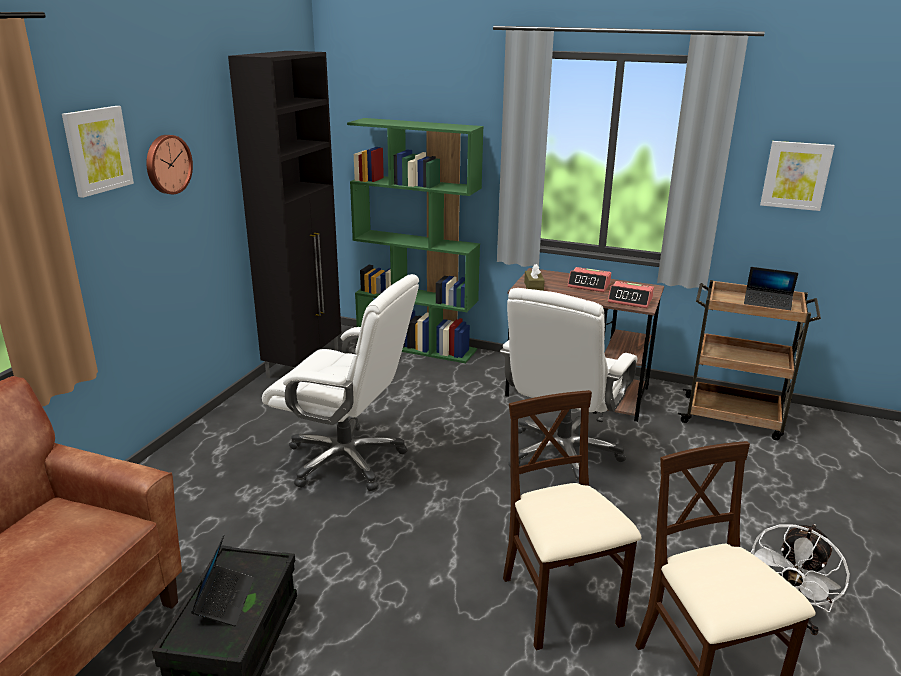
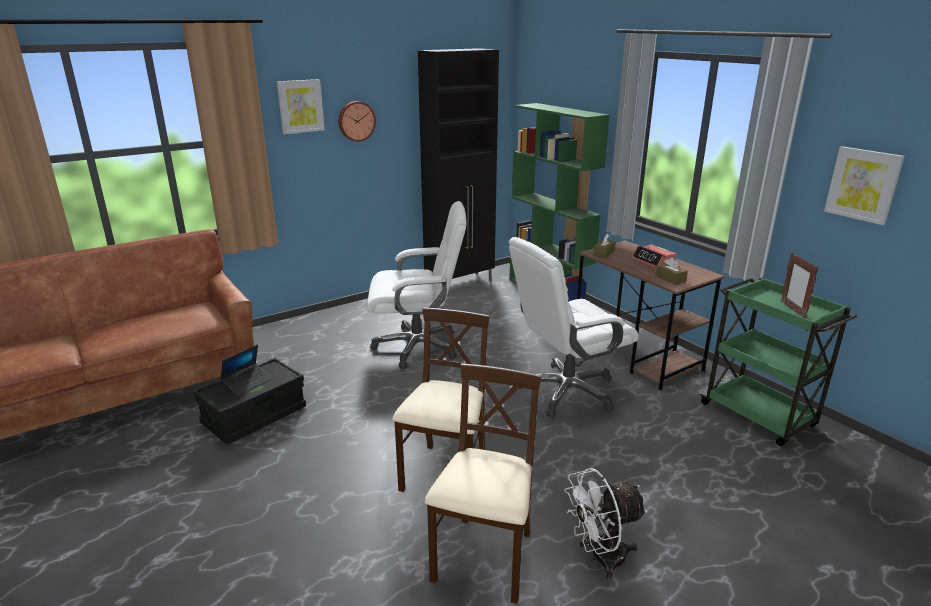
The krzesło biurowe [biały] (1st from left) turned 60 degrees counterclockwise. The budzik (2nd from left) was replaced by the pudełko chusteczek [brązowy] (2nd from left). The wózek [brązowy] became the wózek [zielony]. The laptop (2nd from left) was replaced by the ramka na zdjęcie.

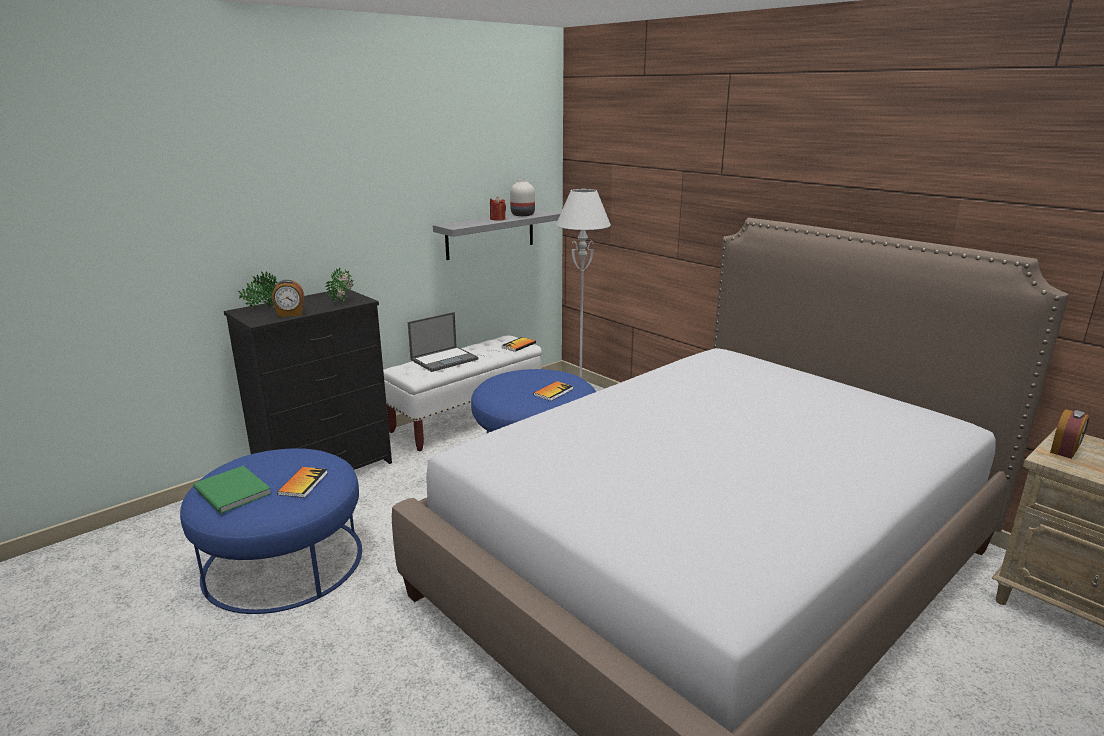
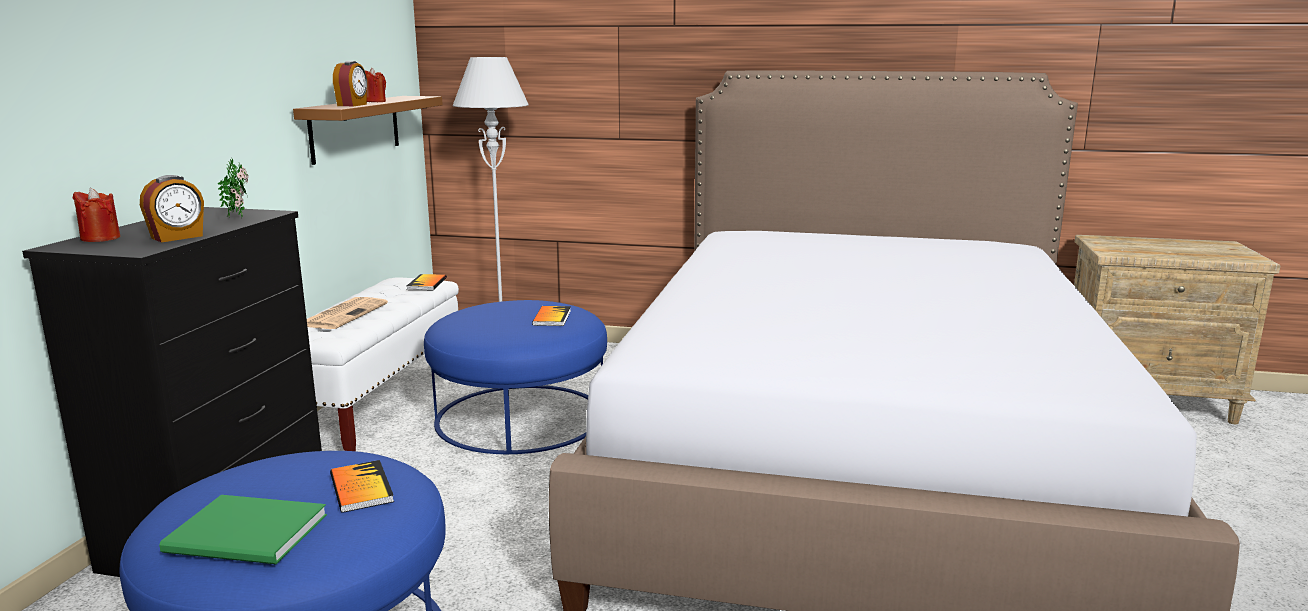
The roślina doniczkowa (1st from left) was replaced by the świeca [czerwony] (1st from left). The laptop was replaced by the gazeta. The półka [szary] became the półka [brązowy]. The wazon [biały] disappeared. The budzik (2nd from left) moved.

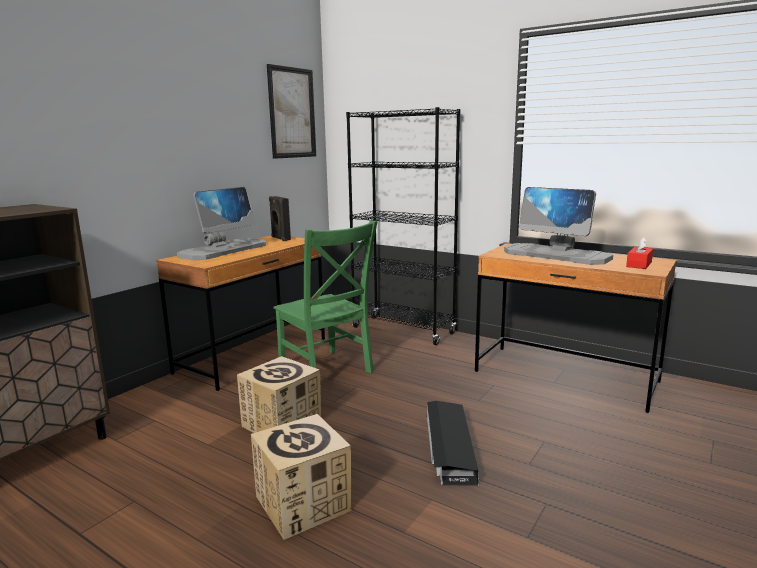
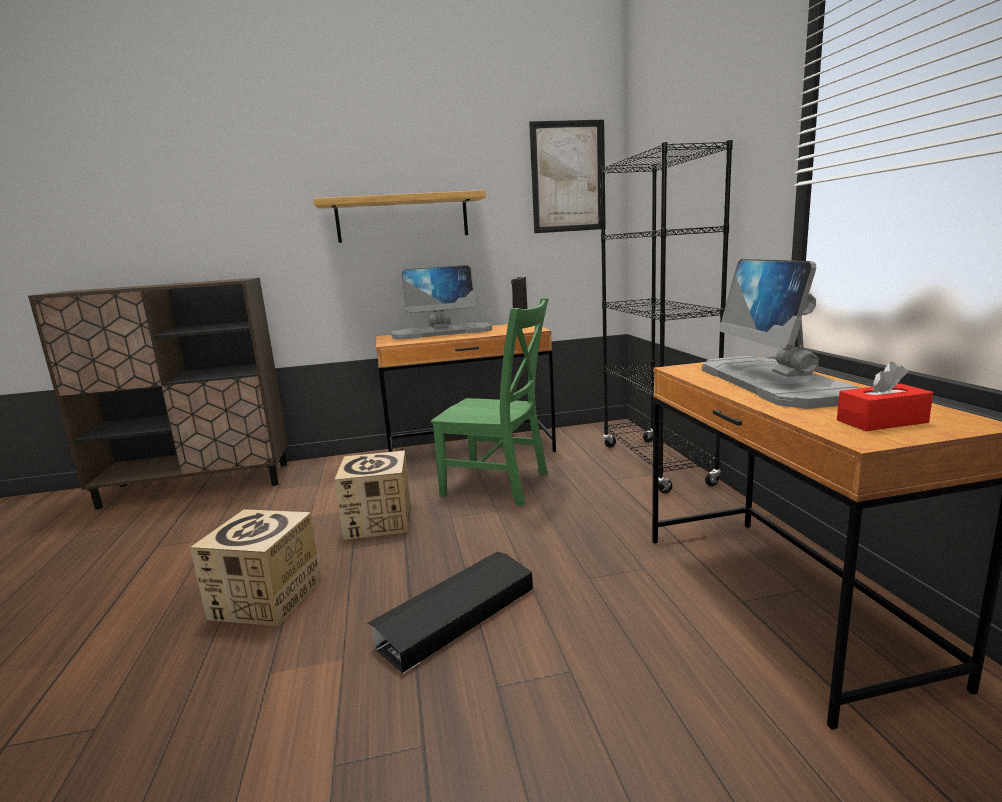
The krzesło [zielony] turned 75 degrees counterclockwise. The półka appeared.

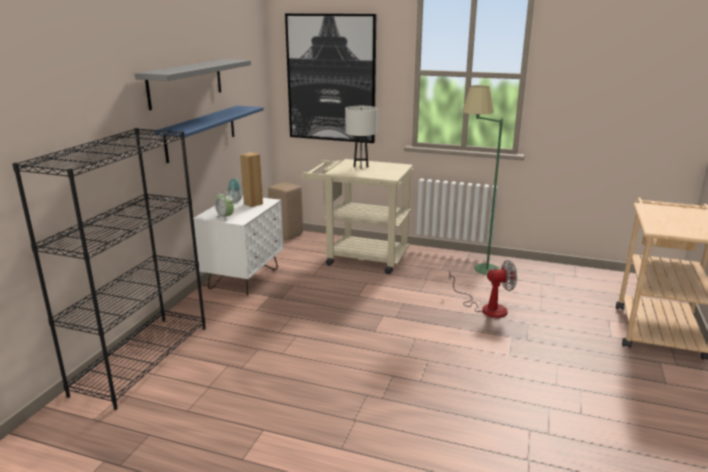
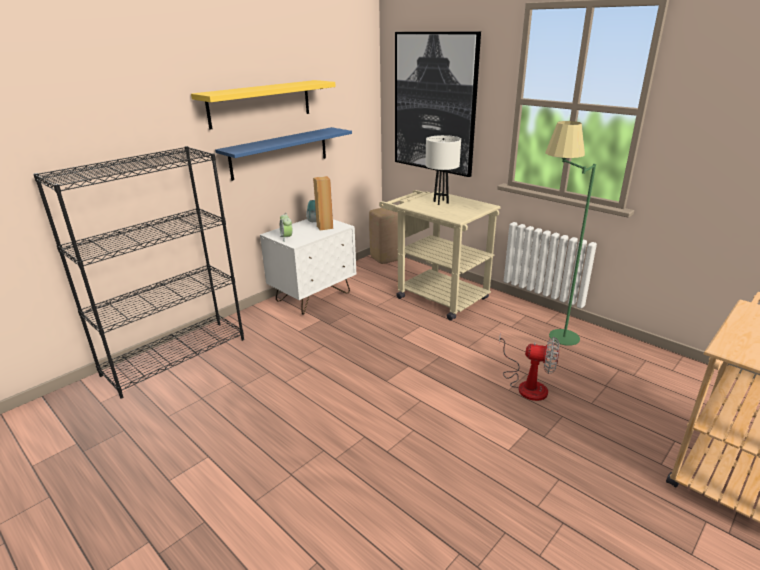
The półka [szary] became the półka [żółty].

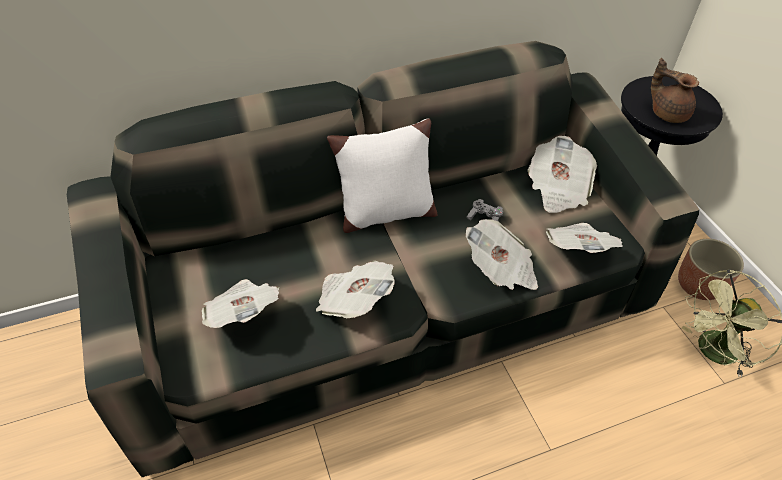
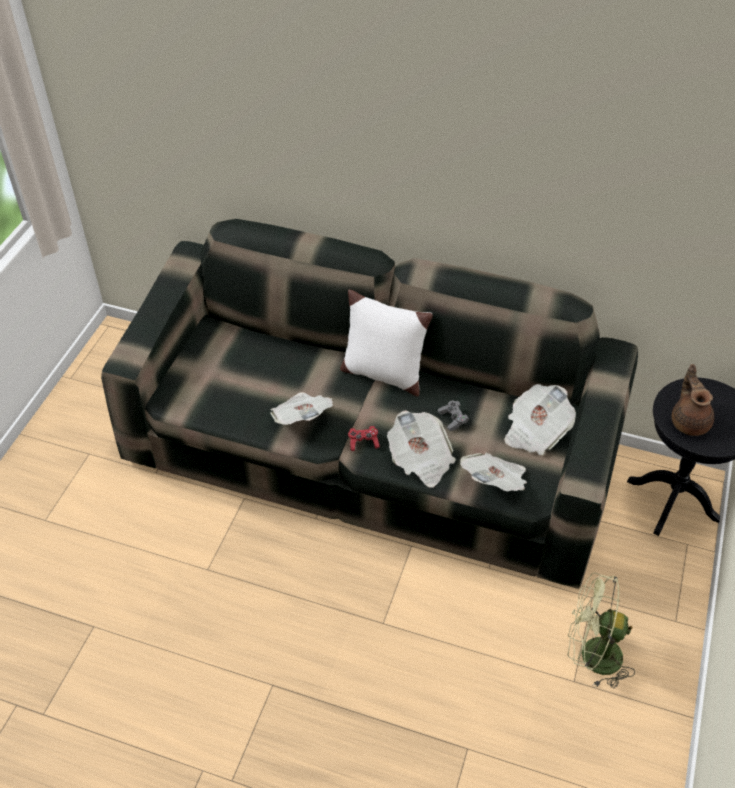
The gazeta (1st from left) disappeared. The donica disappeared. The pad do gier [czerwony] appeared.

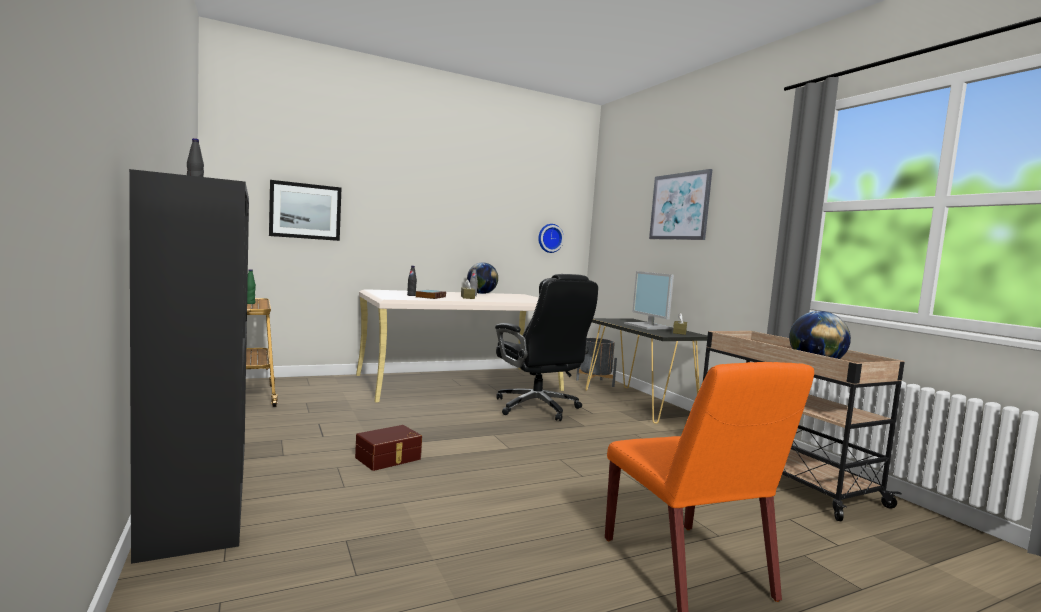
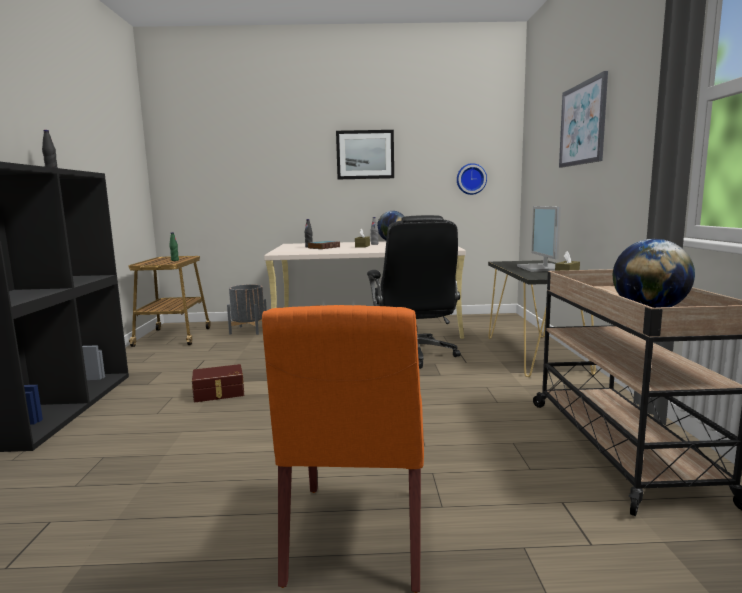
The obraz (1st from left) moved. The donica [szary] moved.

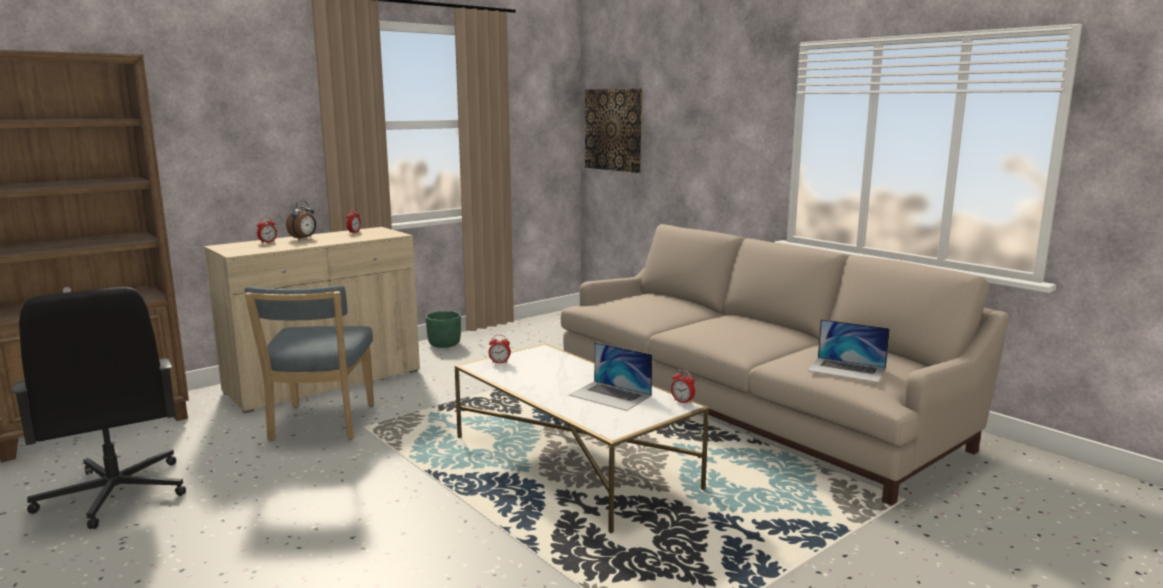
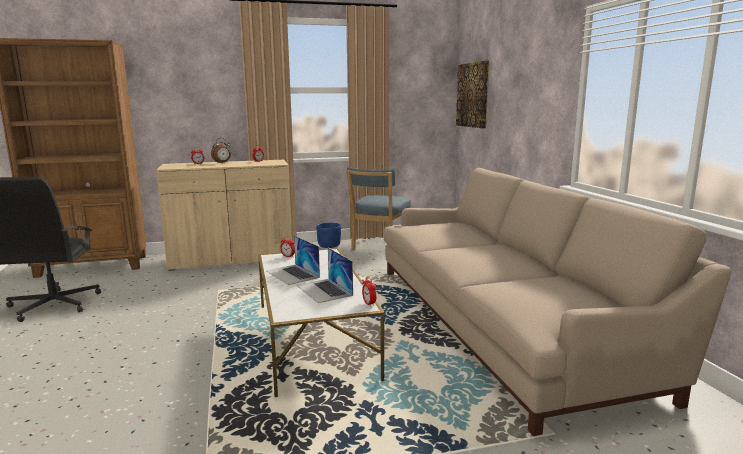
The krzesło [niebieski] moved. The donica [zielony] became the donica [niebieski]. The laptop (2nd from left in the first image) moved.

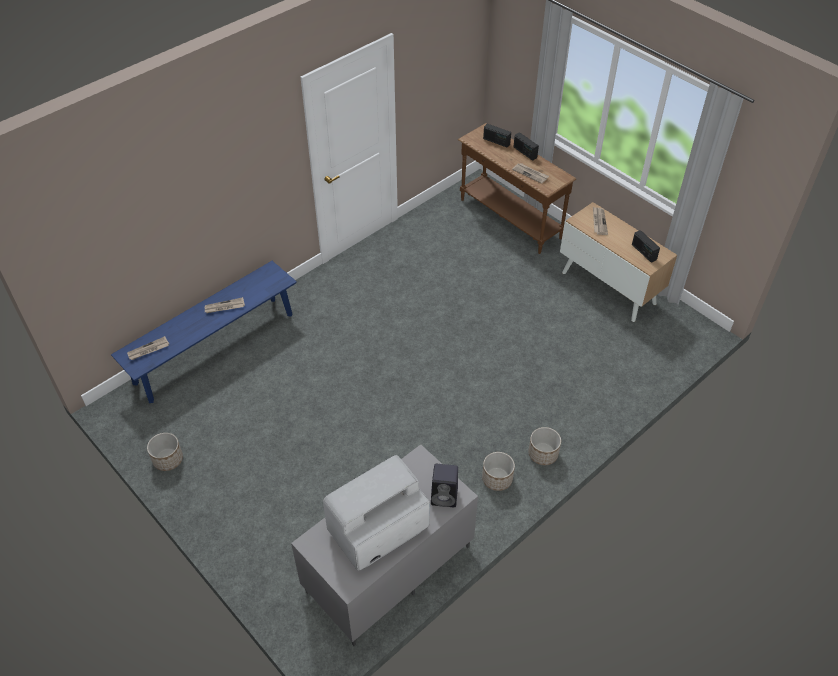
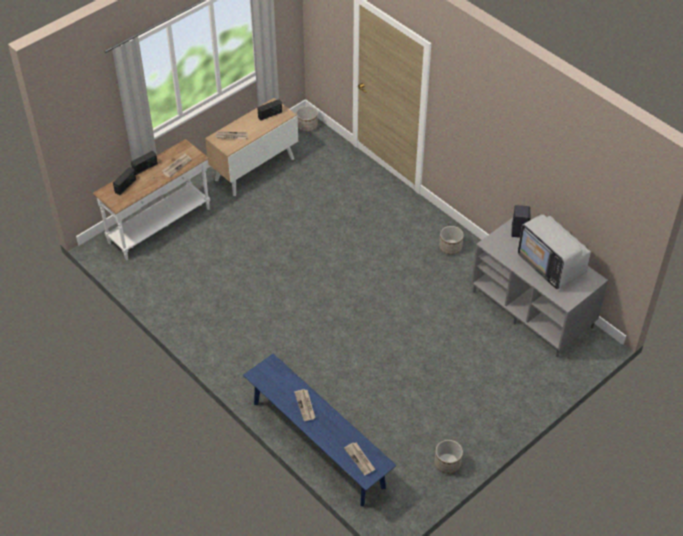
The stolik konsolowy [brązowy] became the stolik konsolowy [biały]. The donica (3rd from left in the first image) moved.

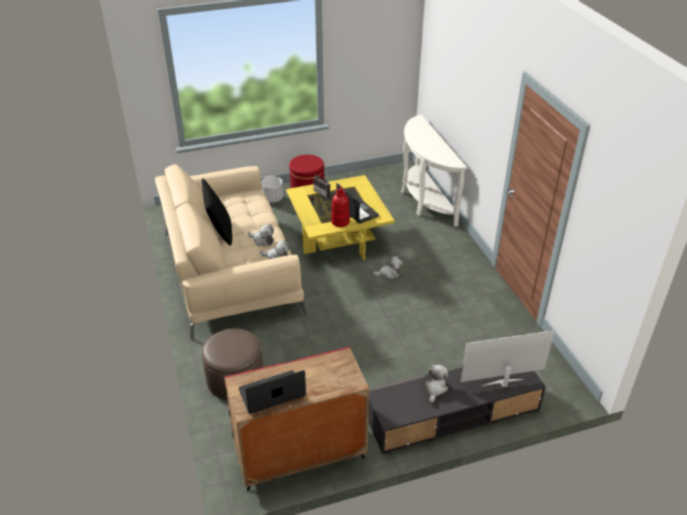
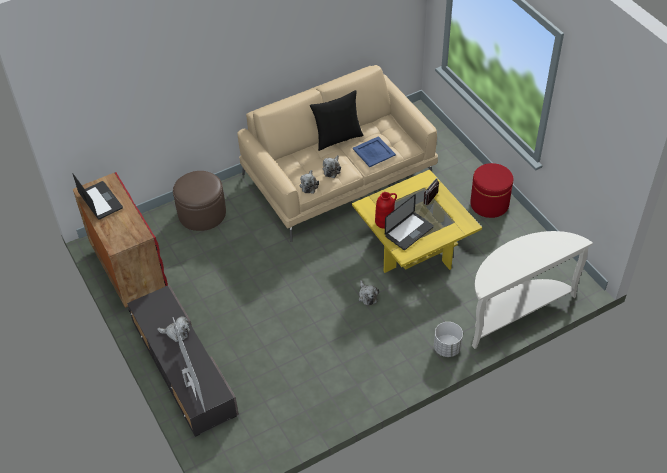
The donica [biały] moved. The taca [niebieski] appeared.

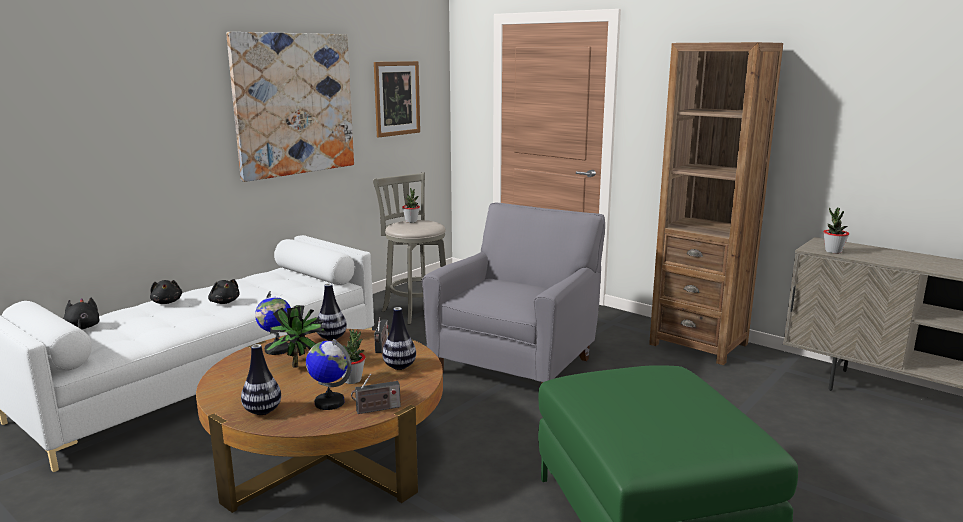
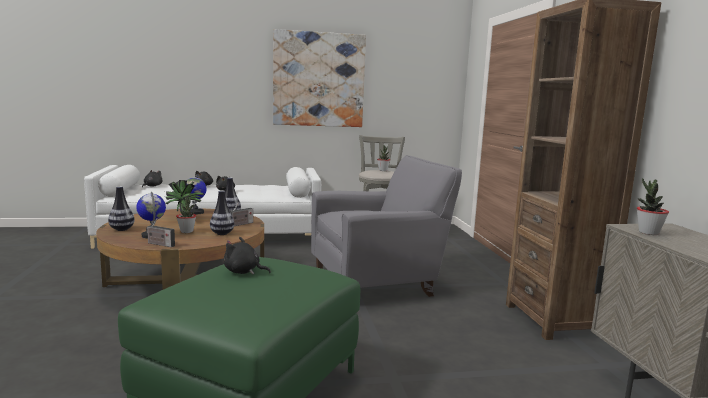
The obraz (2nd from left) disappeared. The pluszak [czarny] (4th from left) appeared.

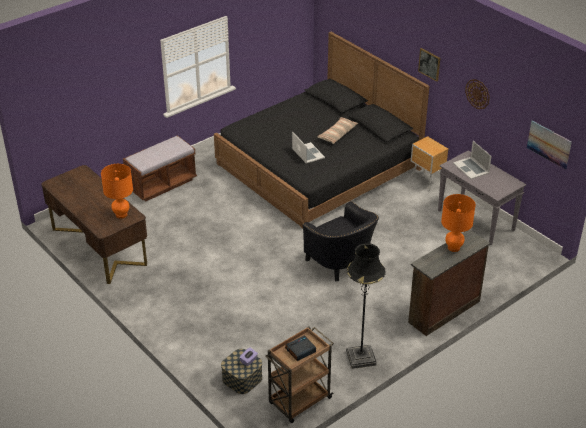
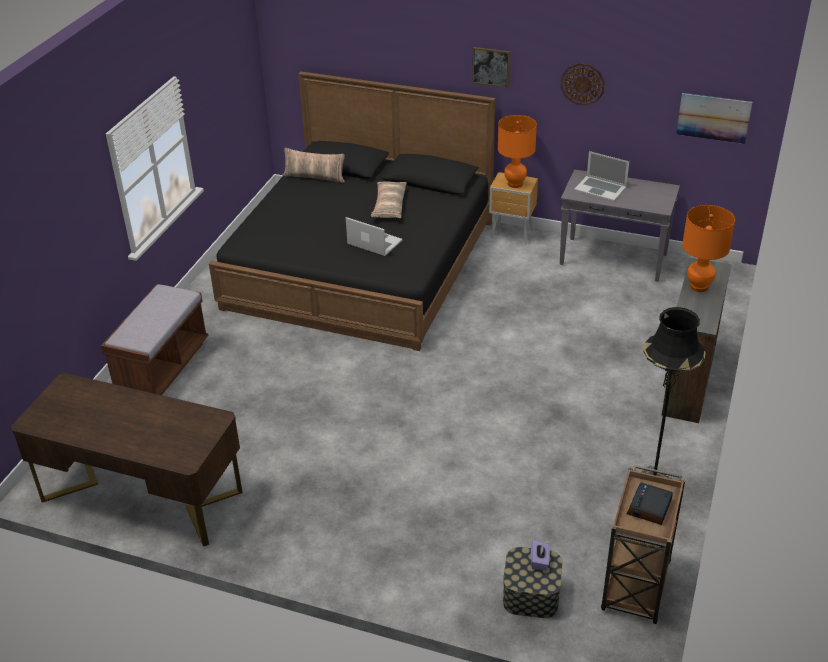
The lampa stołowa [pomarańczowy] (1st from left) moved. The fotel [czarny] disappeared. The poduszka (1st from left) appeared.

